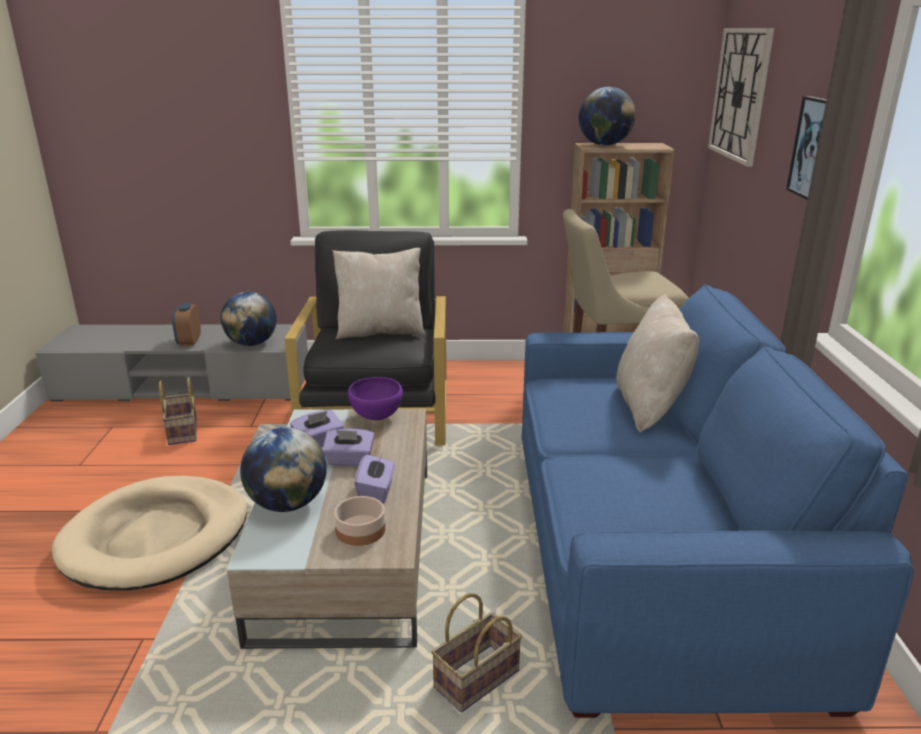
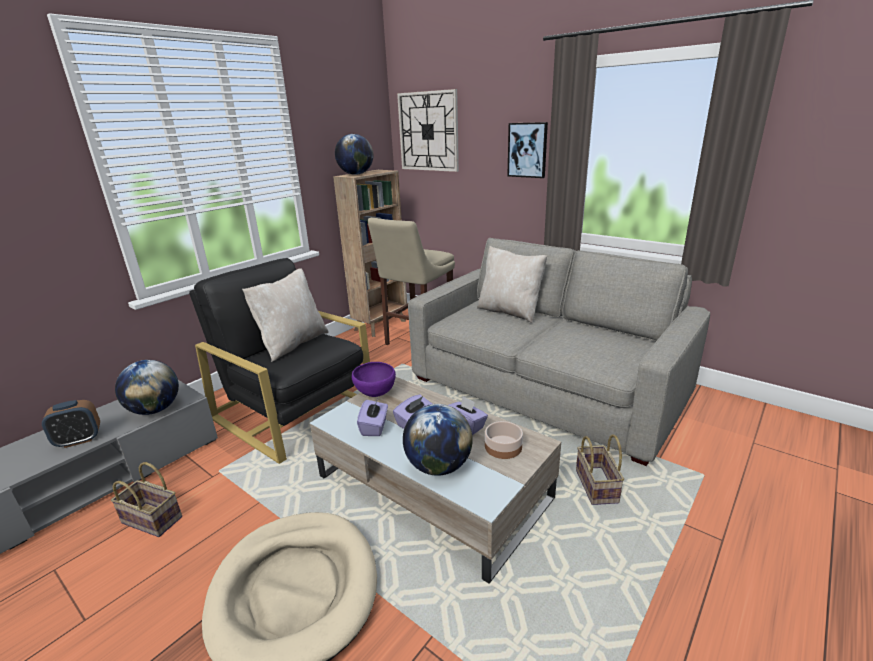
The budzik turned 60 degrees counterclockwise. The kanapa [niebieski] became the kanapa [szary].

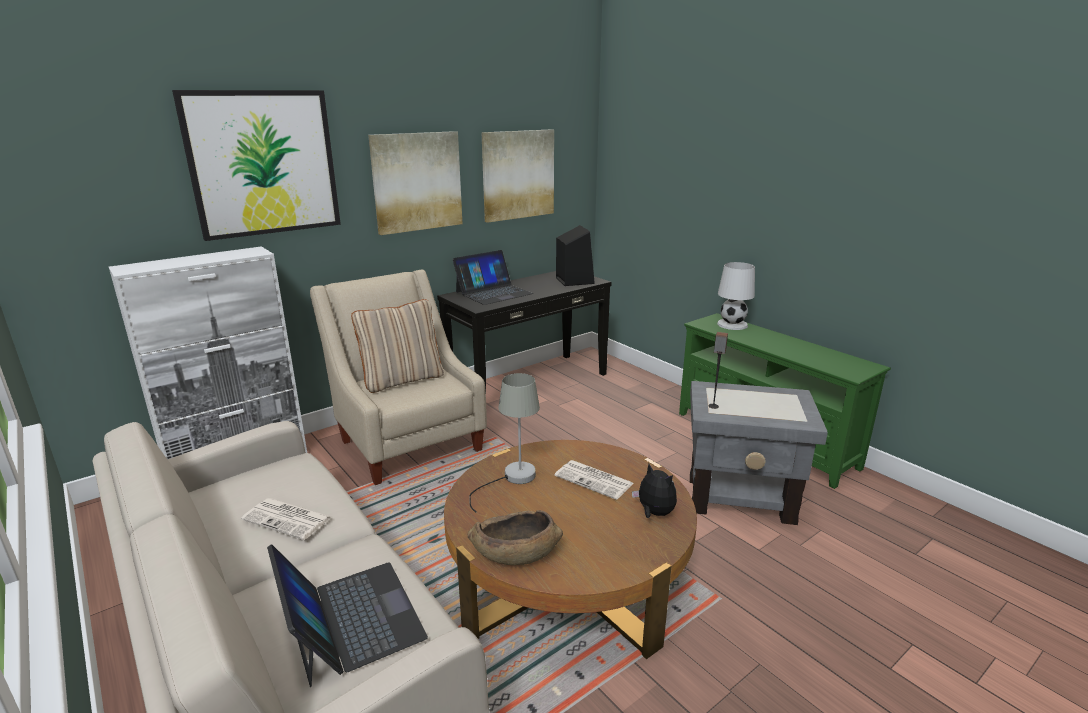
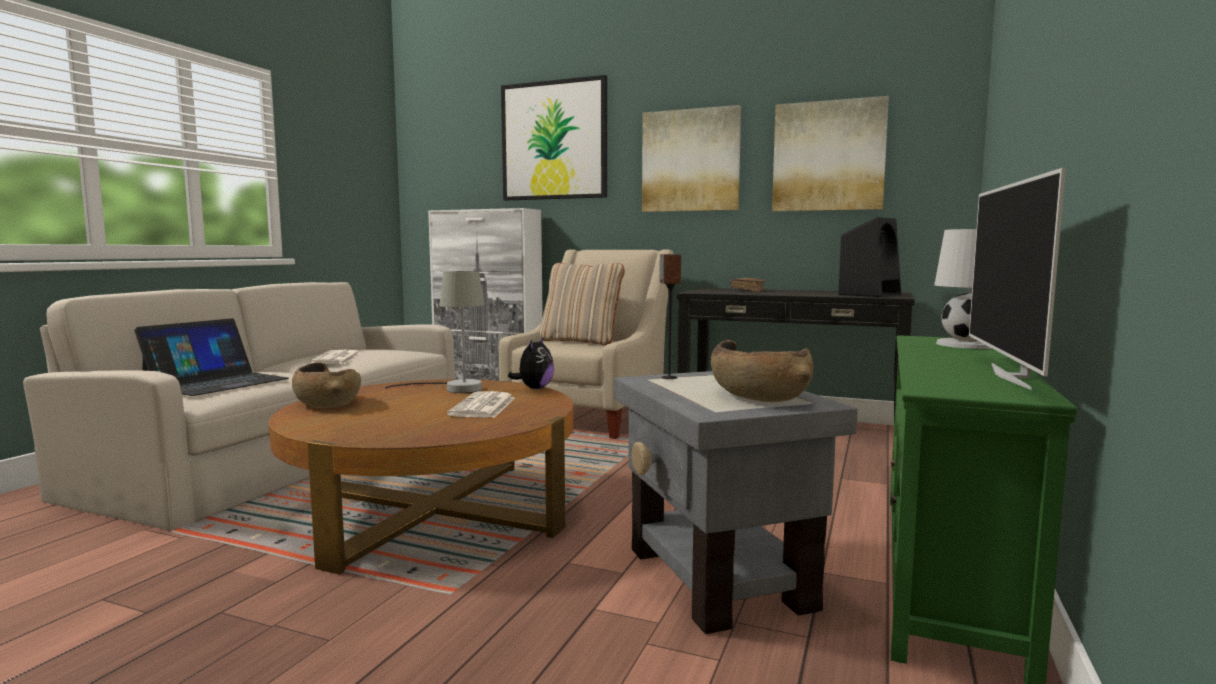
The laptop (2nd from left) was replaced by the książka [brązowy]. The pluszak moved. The miska [brązowy] (2nd from left) appeared. The telewizor appeared.

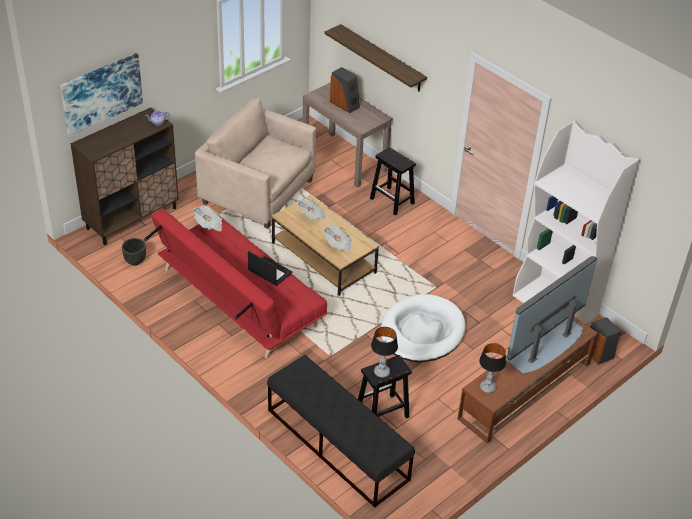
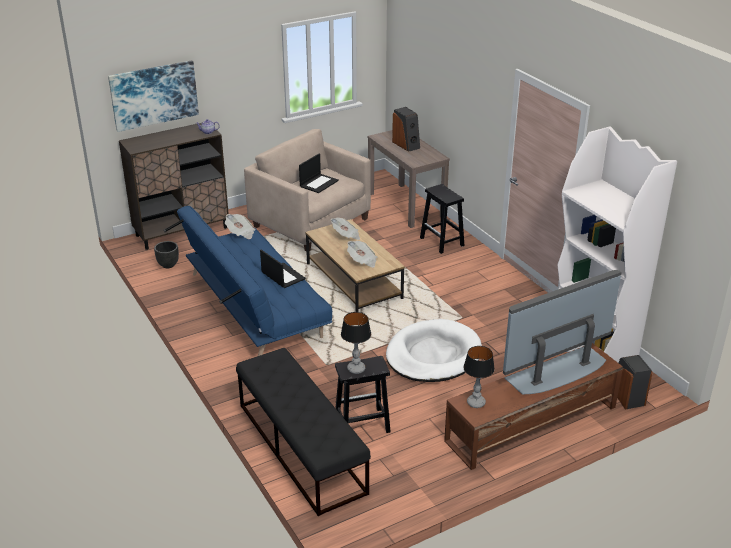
The kanapa [czerwony] became the kanapa [niebieski]. The półka disappeared. The laptop (2nd from left) appeared.

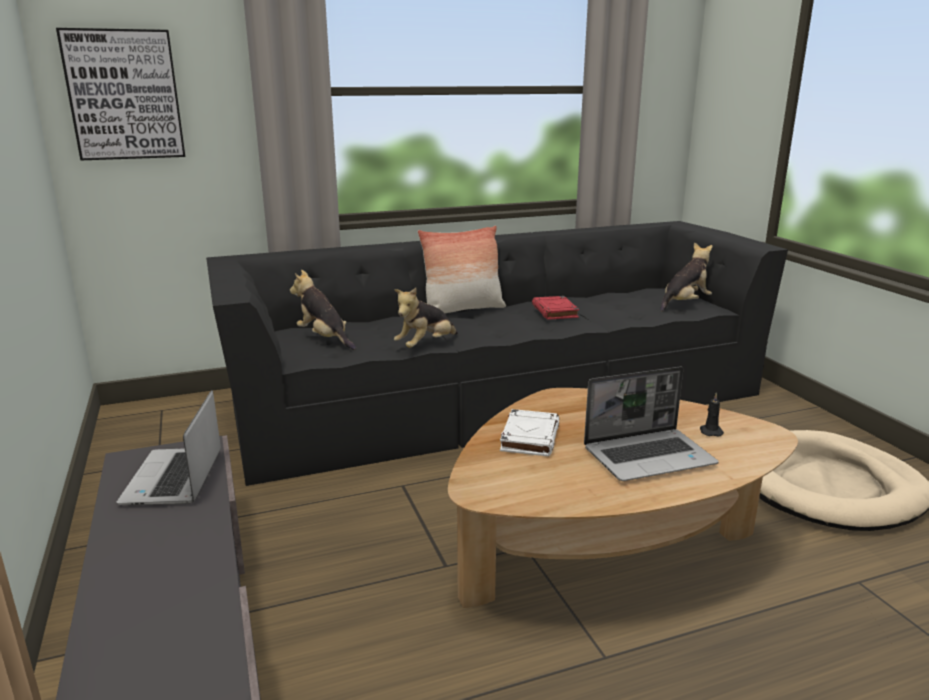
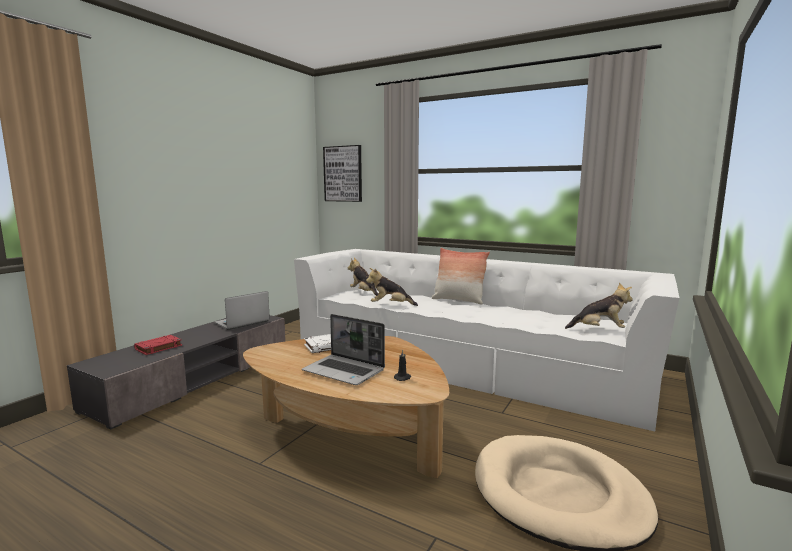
The kanapa [czarny] became the kanapa [biały]. The pluszak (1st from left) turned 45 degrees counterclockwise. The książka [czerwony] moved.

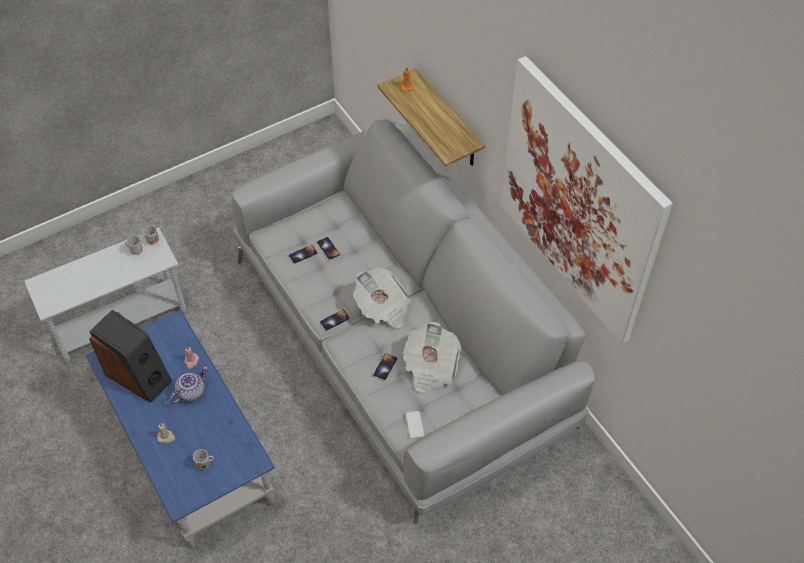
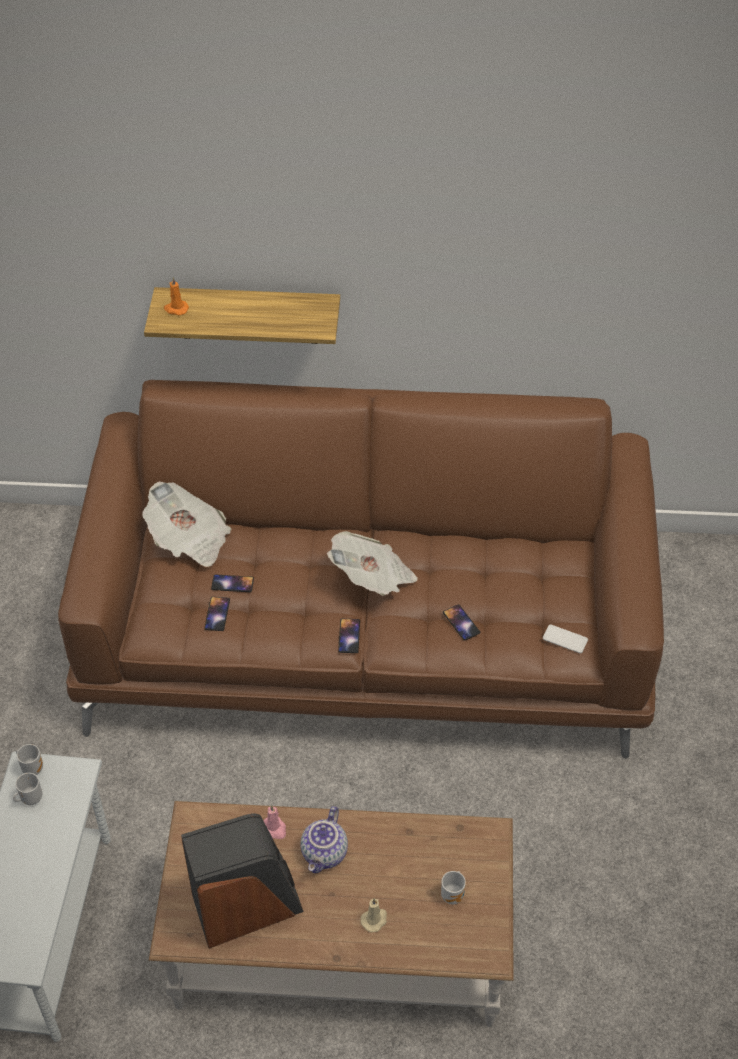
The ława [niebieski] became the ława [brązowy]. The imbryk turned 150 degrees counterclockwise. The kanapa [szary] became the kanapa [brązowy]. The gazeta (2nd from left in the first image) moved. The obraz disappeared.

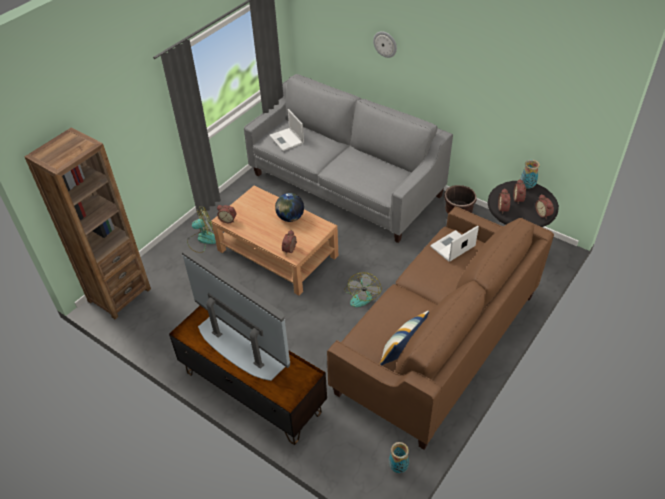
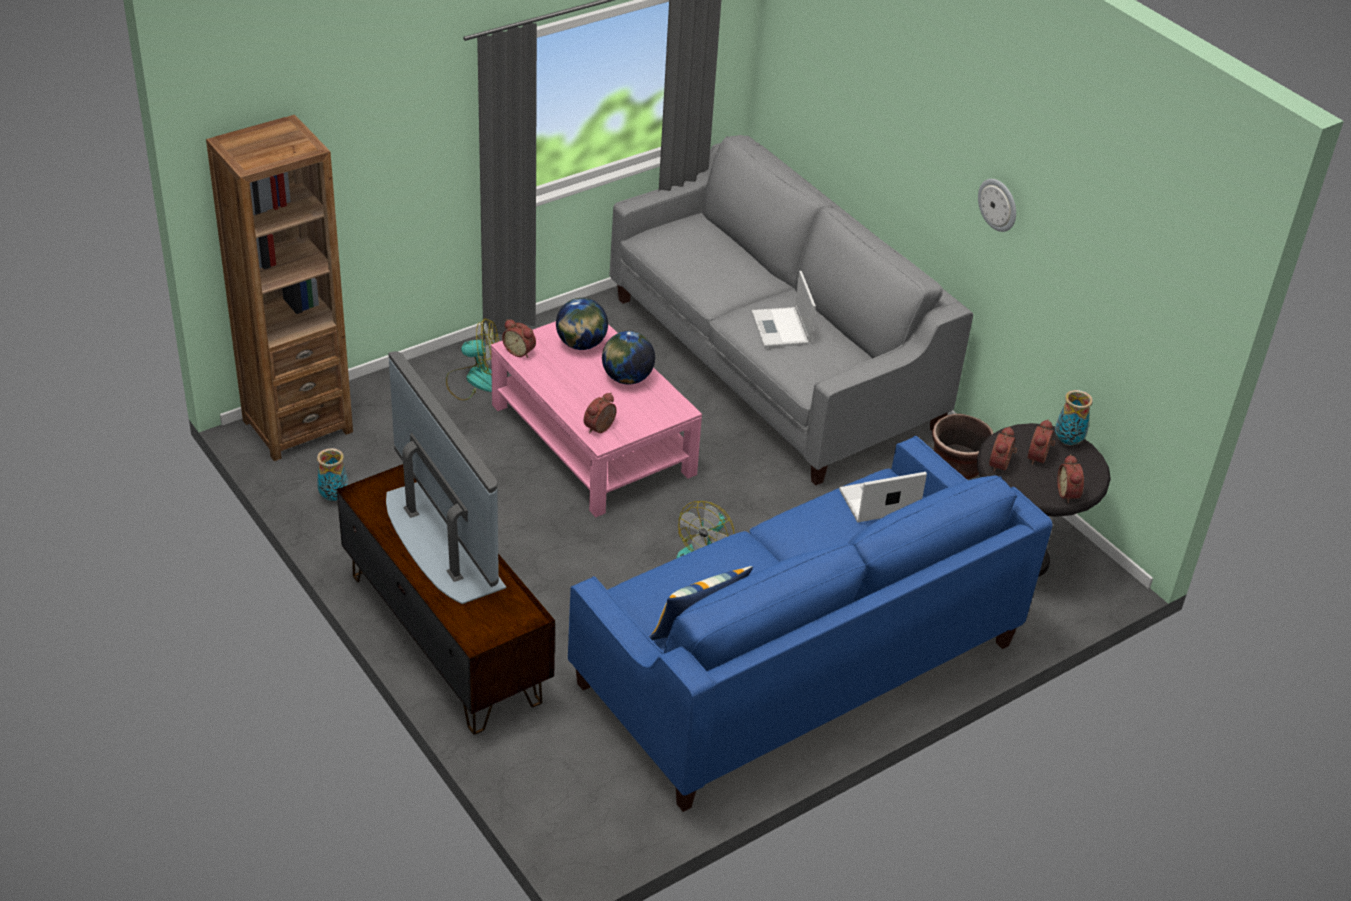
The ława [brązowy] became the ława [różowy]. The laptop (1st from left) moved. The kanapa [brązowy] became the kanapa [niebieski]. The zegar ścienny moved. The wazon (1st from left) moved. The globus (1st from left) appeared.

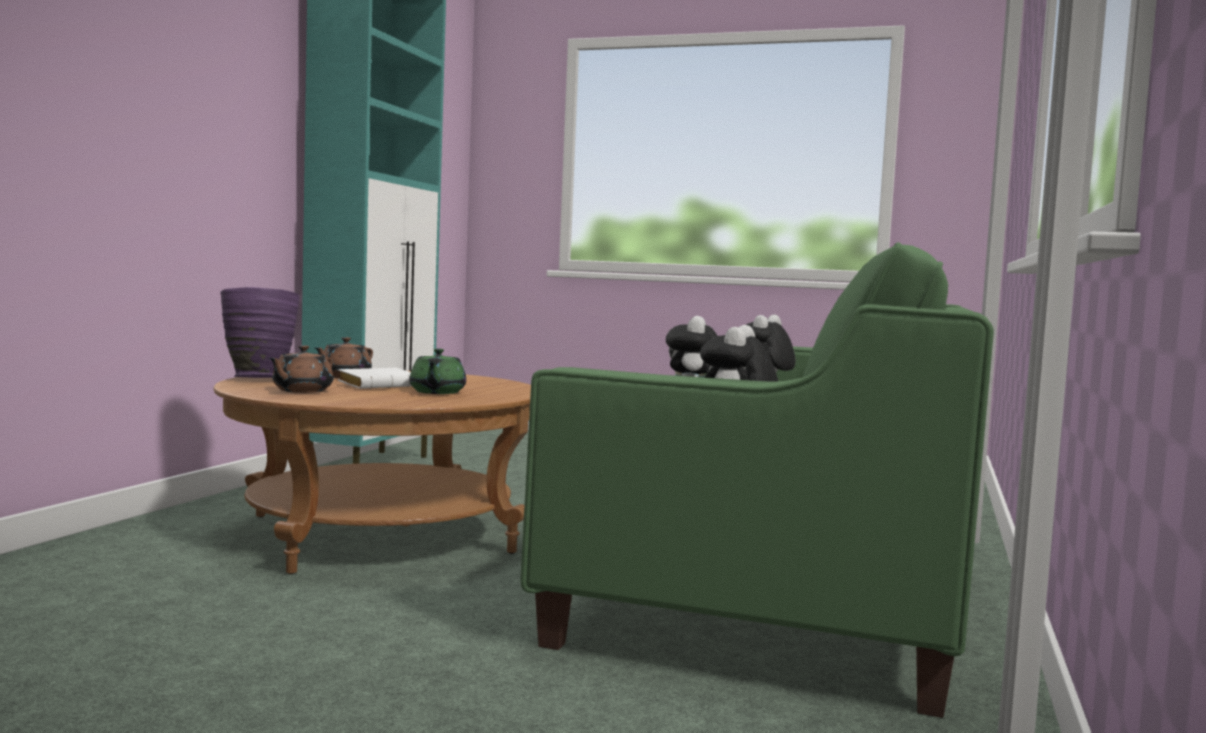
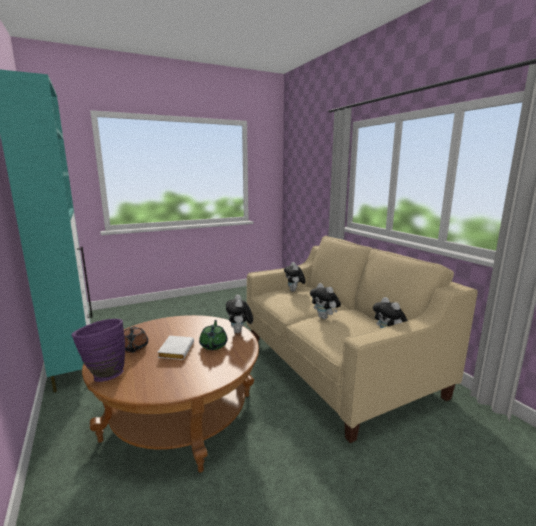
The imbryk [brązowy] (1st from left) disappeared. The imbryk [zielony] turned 135 degrees counterclockwise. The kanapa [zielony] became the kanapa [beżowy]. The pluszak (1st from left) appeared.

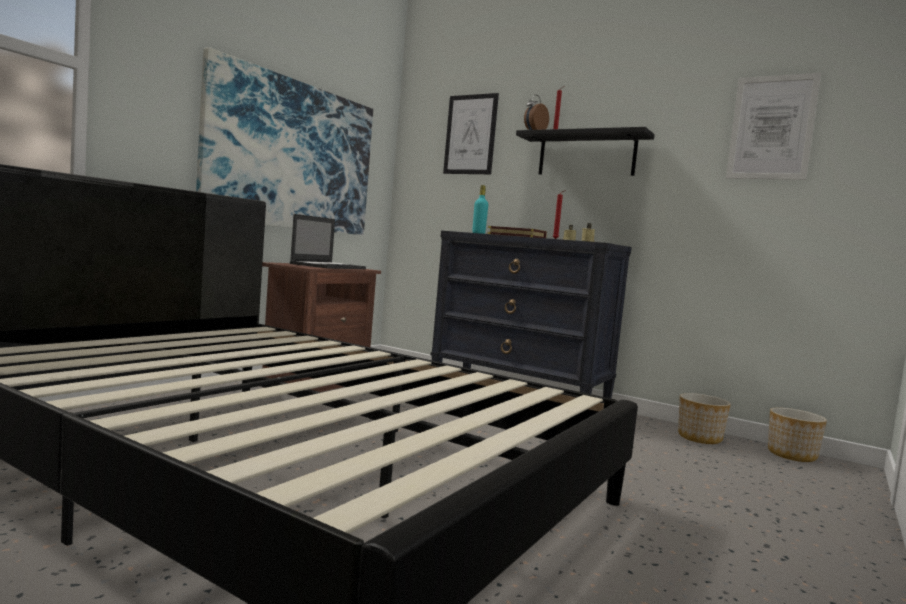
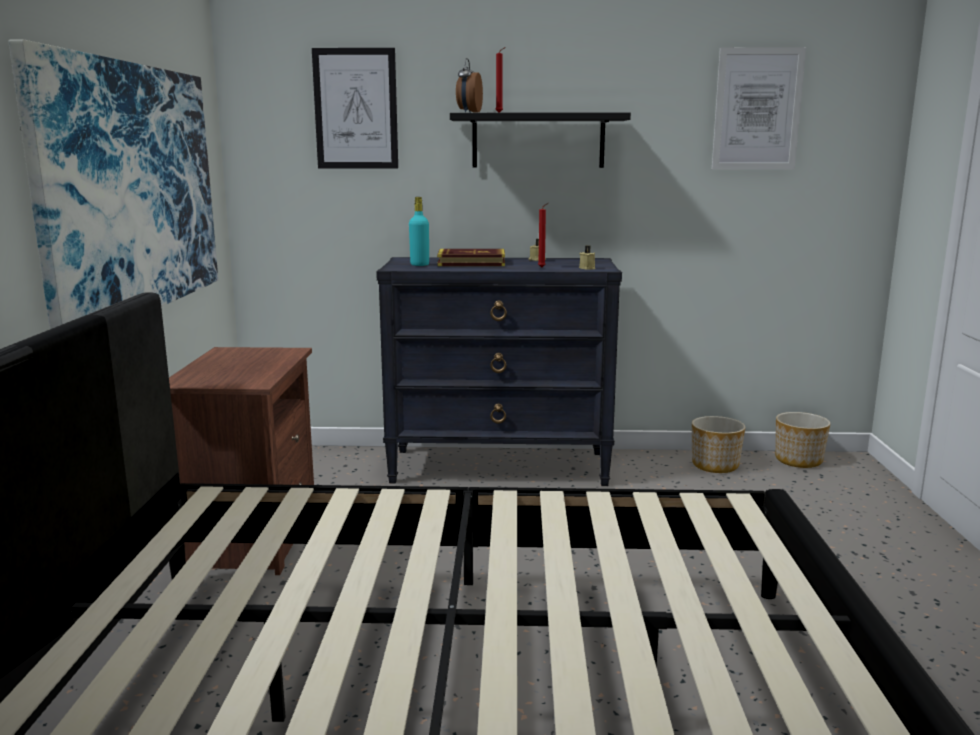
The laptop disappeared.

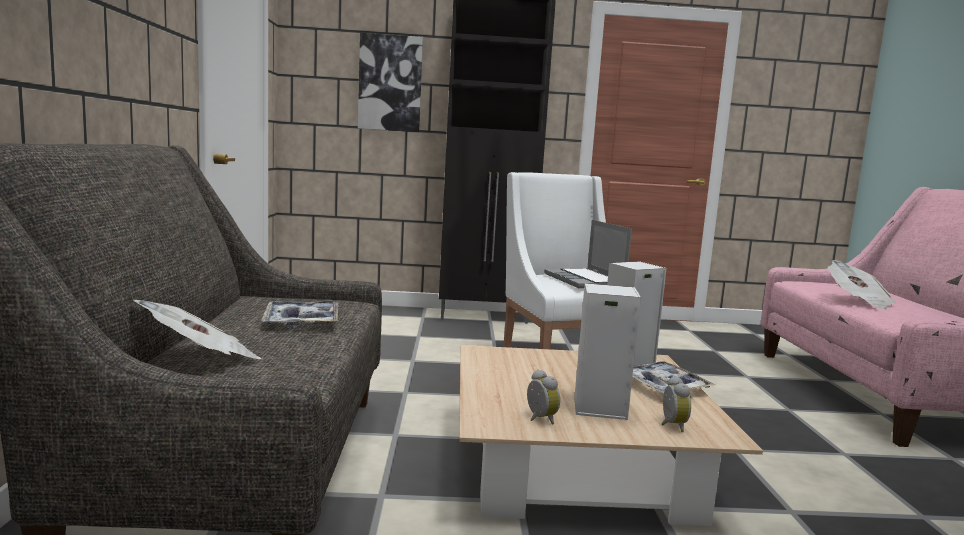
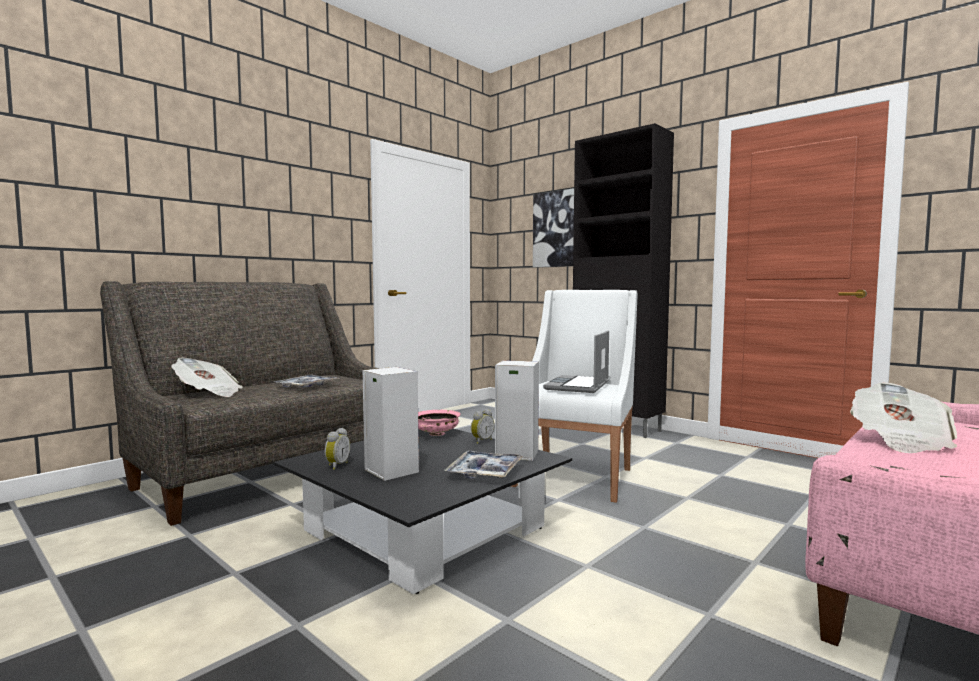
The ława [beżowy] became the ława [czarny]. The budzik (2nd from left) moved. The miska [różowy] appeared.

